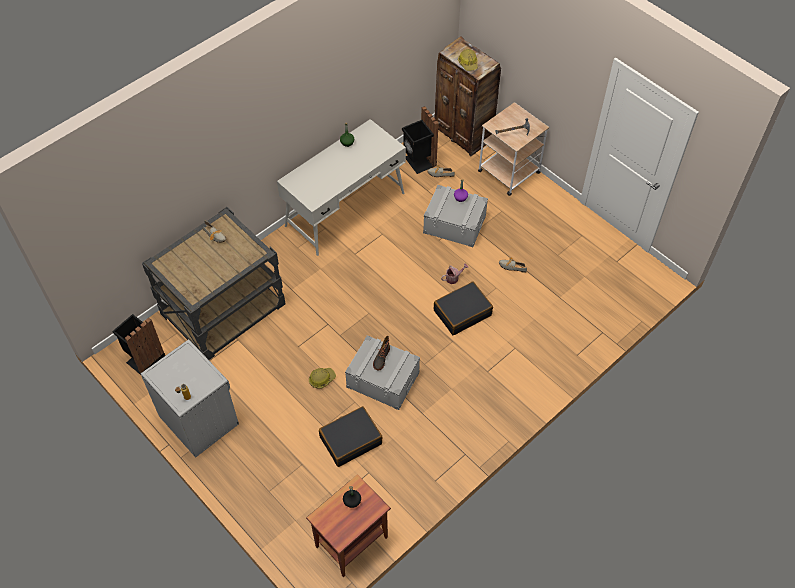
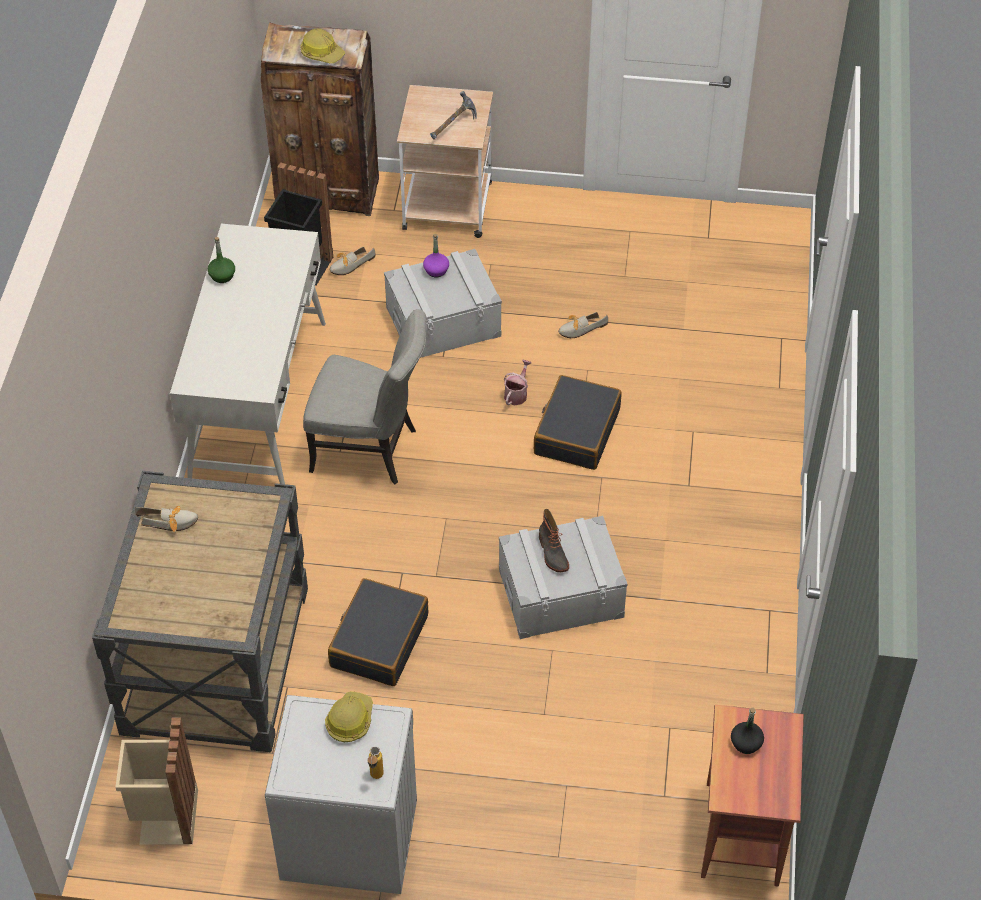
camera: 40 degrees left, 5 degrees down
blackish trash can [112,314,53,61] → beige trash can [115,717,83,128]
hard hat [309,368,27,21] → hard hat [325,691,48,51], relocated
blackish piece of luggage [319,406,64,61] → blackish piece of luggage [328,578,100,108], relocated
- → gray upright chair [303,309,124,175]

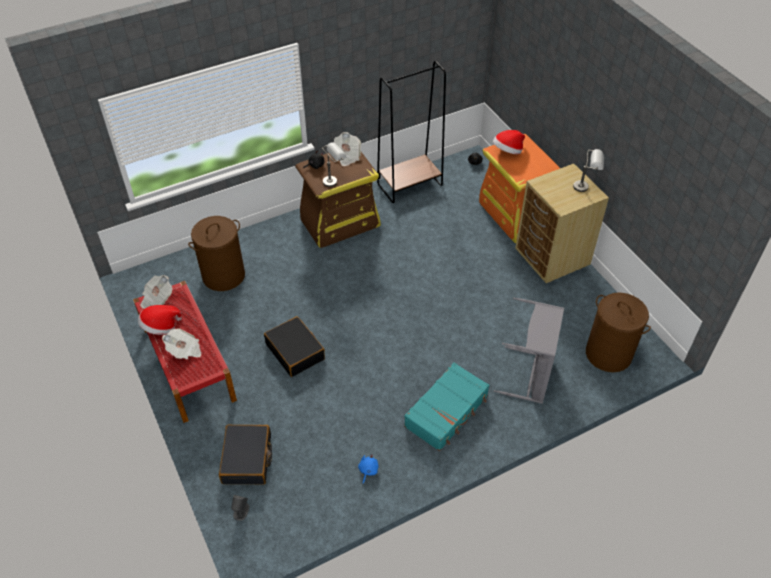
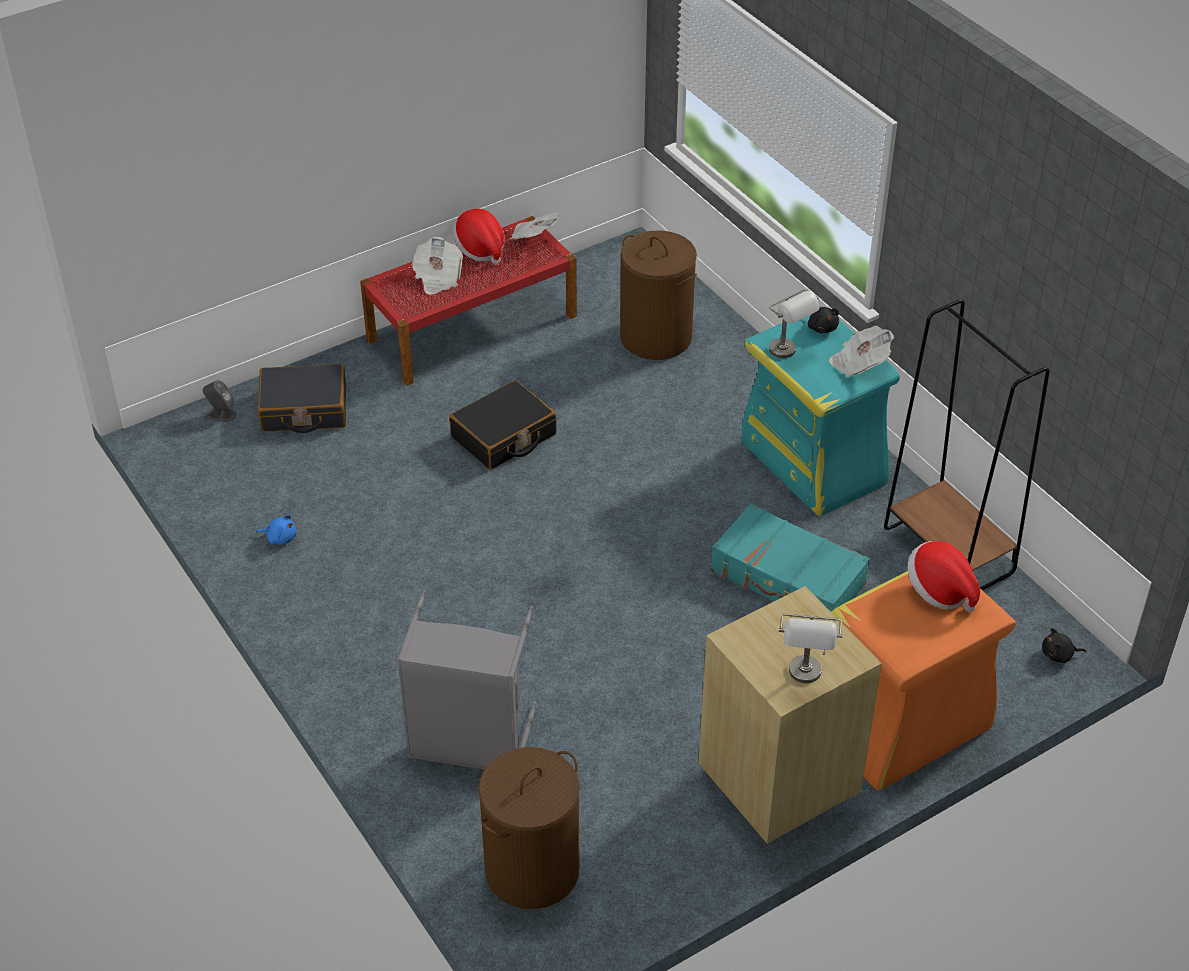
camera: 85 degrees right, 5 degrees down
brownish night table [295,152,86,96] → blue-green night table [742,306,158,210]
blue-green piece of luggage [404,362,85,89] → blue-green piece of luggage [711,503,159,109], relocated

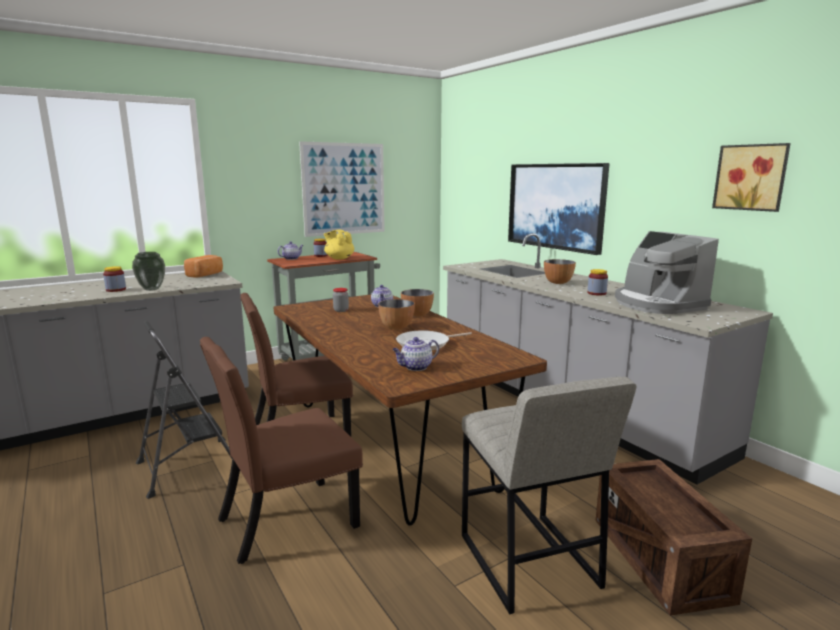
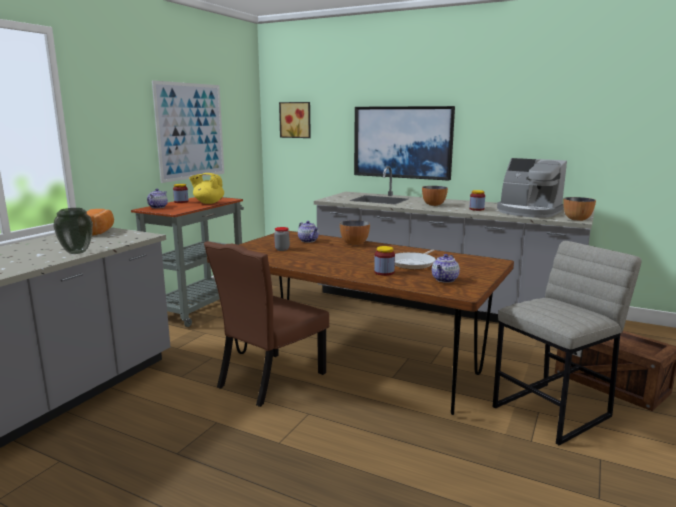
camera: 30 degrees left, 0 degrees up
wall art [712,143,79,69] → wall art [279,102,32,36], relocated
preserve jar [103,266,23,26] → preserve jar [374,246,21,30], relocated
deep dish [378,299,37,31] → deep dish [563,197,33,24], relocated
blackish stepladder [136,321,96,178] → -
brownish upright chair [200,337,163,227] → -
gray upright chair [462,377,175,237] → gray upright chair [493,241,148,204], 75 degrees counterclockwise

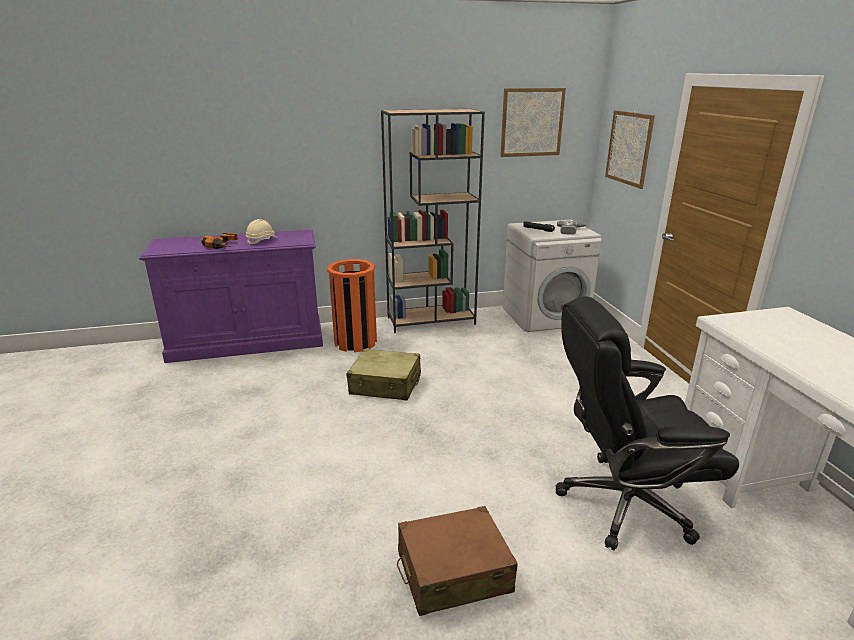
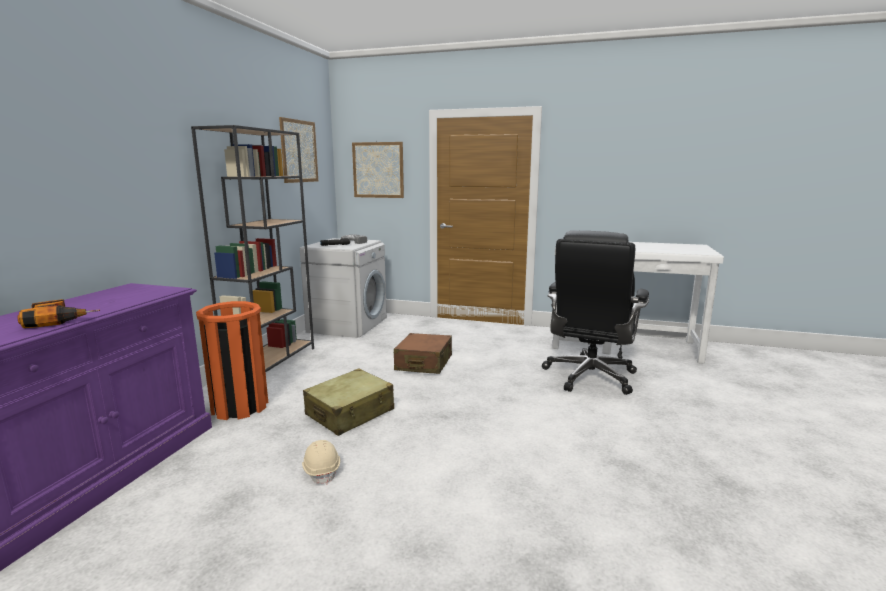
camera: 60 degrees left, 10 degrees down
beige hard hat [245,219,33,26] → beige hard hat [302,440,38,45], relocated
brownish piece of luggage [397,506,121,110] → brownish piece of luggage [394,333,58,41], relocated

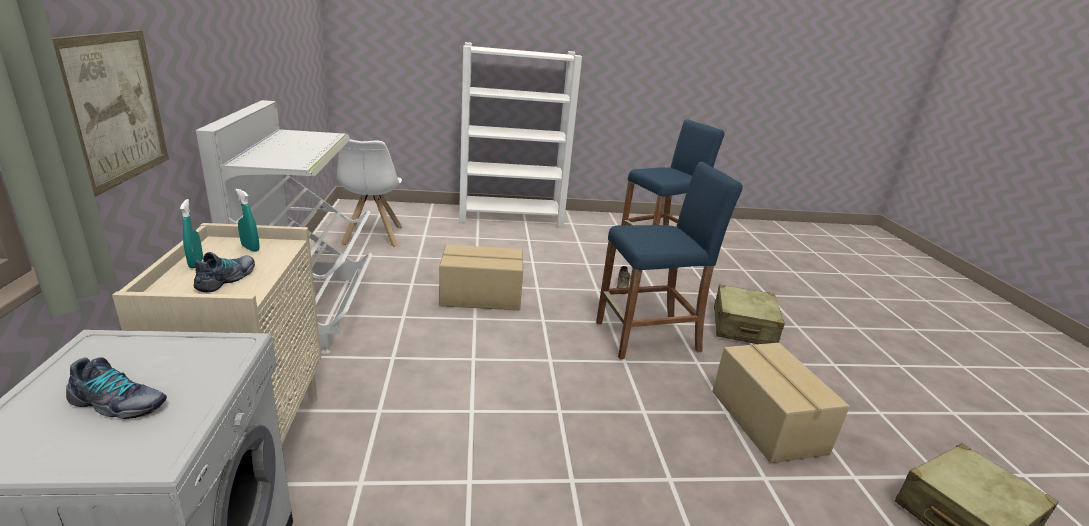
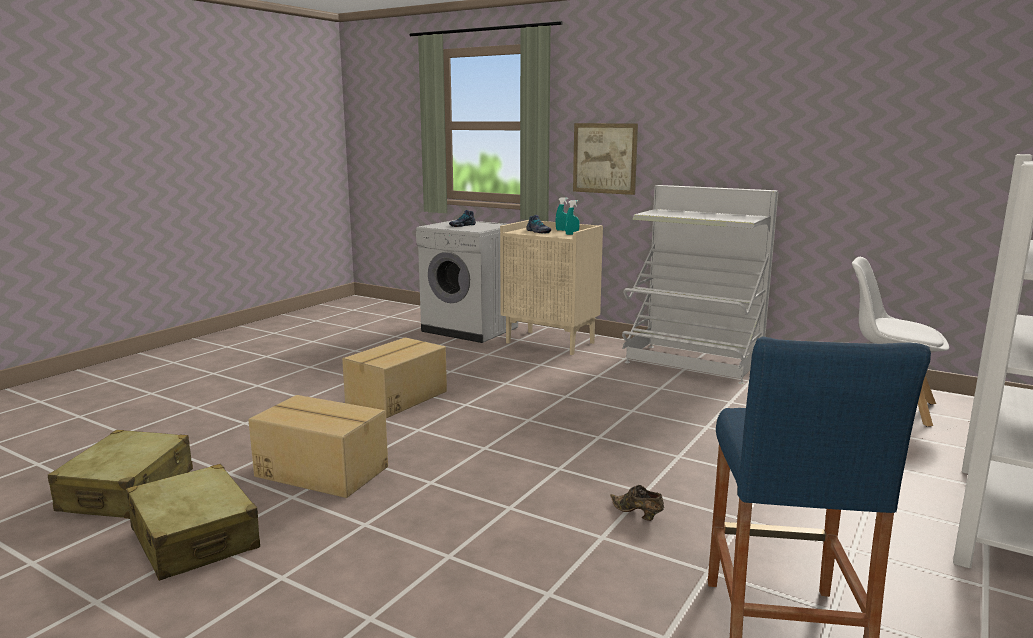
camera: 130 degrees right, 10 degrees down
blue-coloured stool [596,162,147,198] → -
packing box [439,244,84,66] → packing box [342,337,105,81], relocated
beige piece of luggage [714,285,71,59] → beige piece of luggage [126,464,134,117], relocated

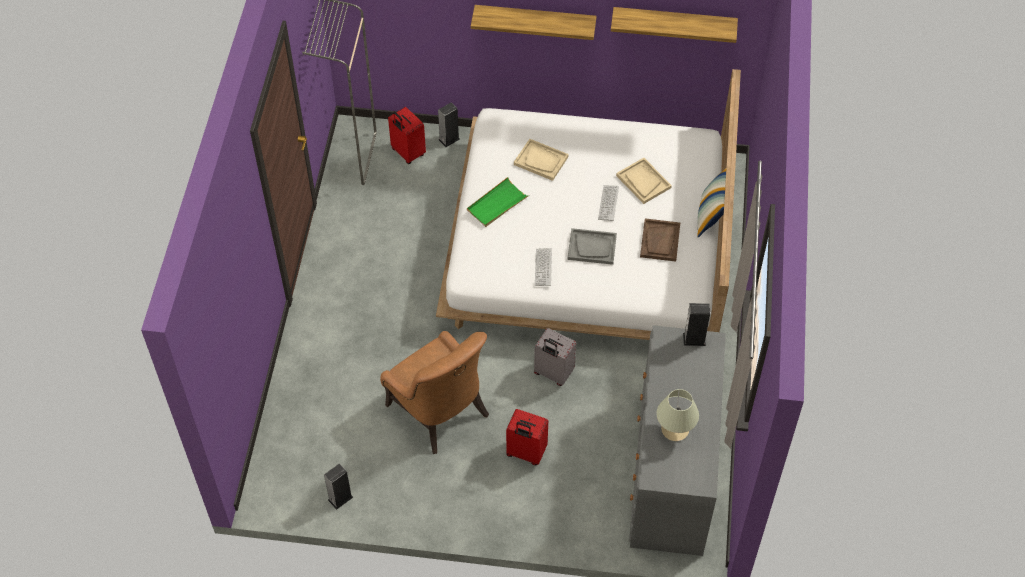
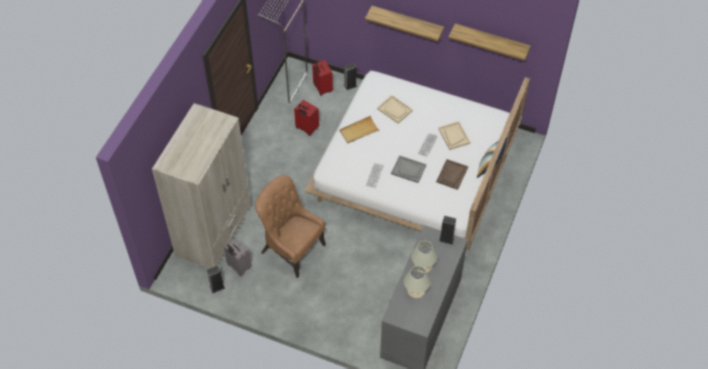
camera: 15 degrees right, 0 degrees up
greenish carrying tray [467,177,61,50] → beige carrying tray [339,116,40,27]
gray piece of luggage [534,328,42,58] → gray piece of luggage [224,238,28,38], relocated
brownish upright chair [380,331,109,123] → brownish upright chair [255,175,71,103], 150 degrees clockwise
red-coloured piece of luggage [506,409,42,56] → red-coloured piece of luggage [294,100,25,36], relocated
- → beige wardrobe [152,103,99,165]
- → beige lamp for a table [411,241,26,32]

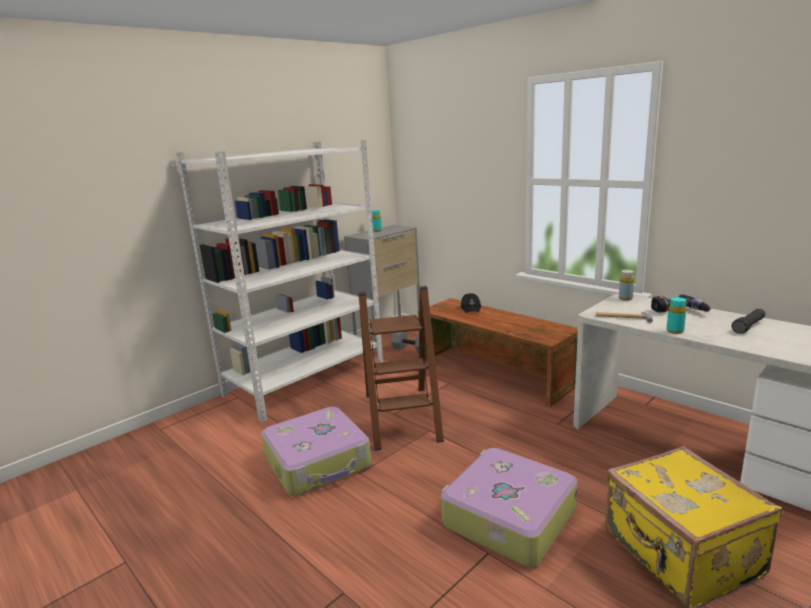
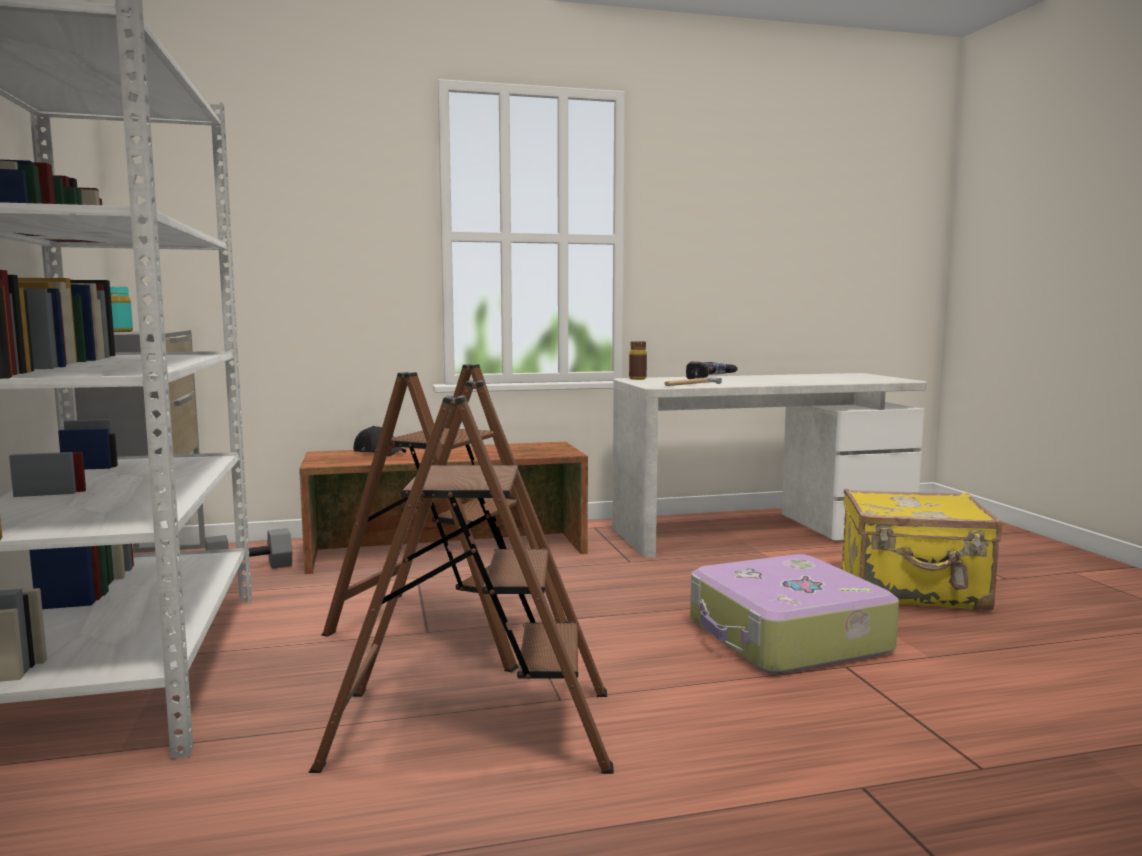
camera: 60 degrees left, 10 degrees down
yellow beverage bottle [619,270,15,30] → brownish beverage bottle [629,341,18,39]
blue-green beverage bottle [667,297,19,37] → -
blackish torch [732,309,34,25] → -
piece of luggage [261,407,110,89] → brownish stepladder [309,380,305,394]

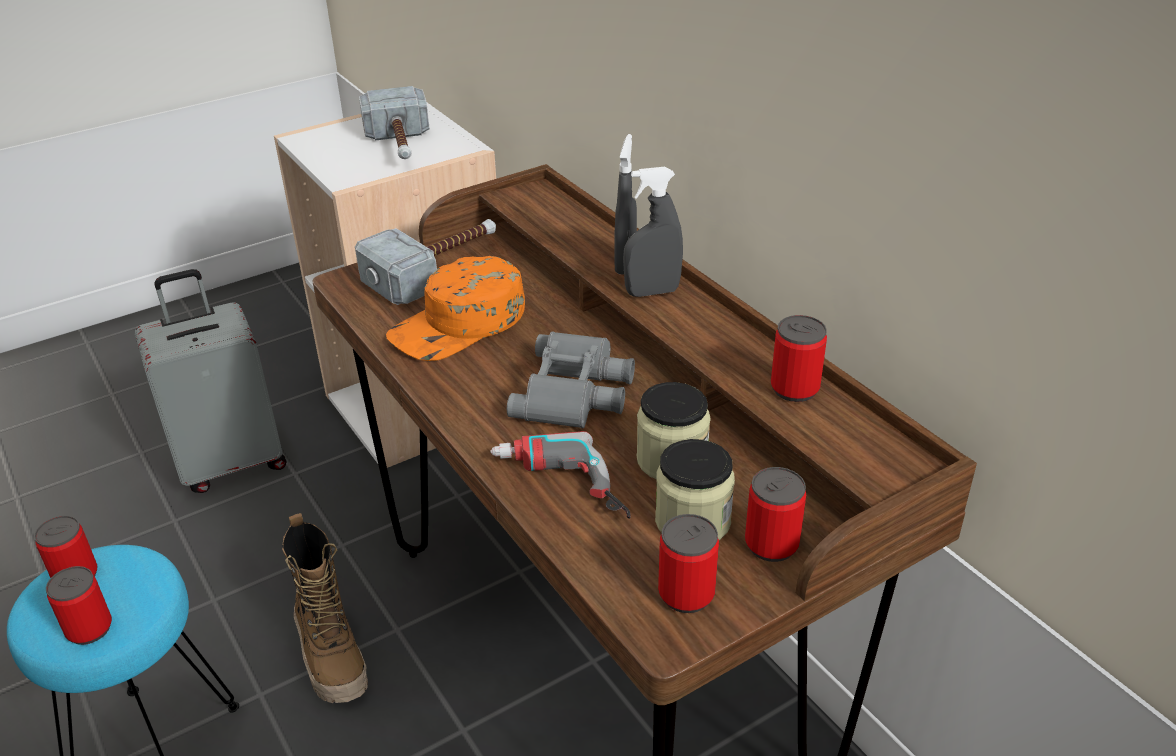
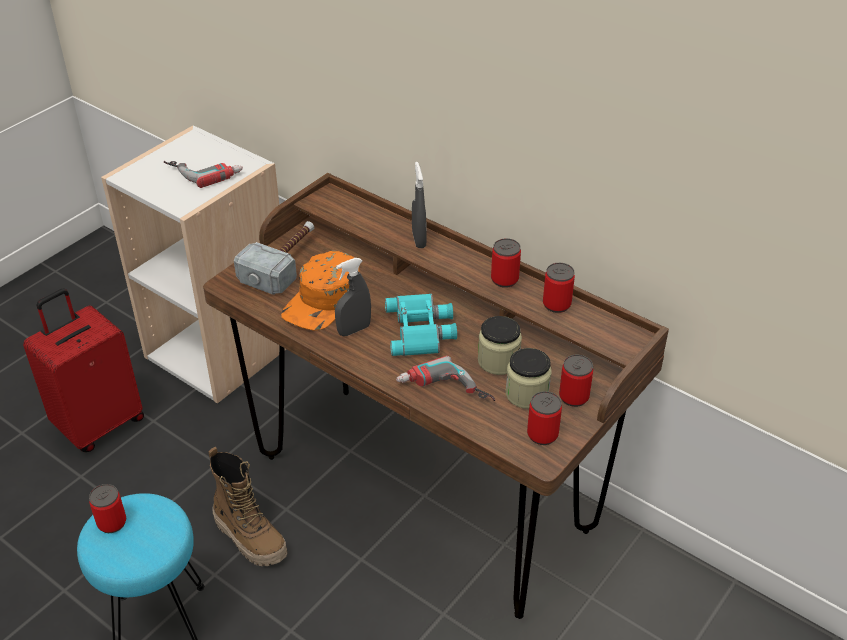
camera: 20 degrees left, 5 degrees up
tool hammer [359,86,70,73] → drill [164,161,79,27]
gray hand sprayer [623,167,60,130] → gray hand sprayer [335,258,36,78], relocated
gray piece of luggage [135,269,151,224] → red-coloured piece of luggage [23,288,121,164]
gray field glasses [507,331,128,97] → blue-green field glasses [385,293,72,63]
metal can [46,566,66,79] → metal can [491,238,30,50], relocated

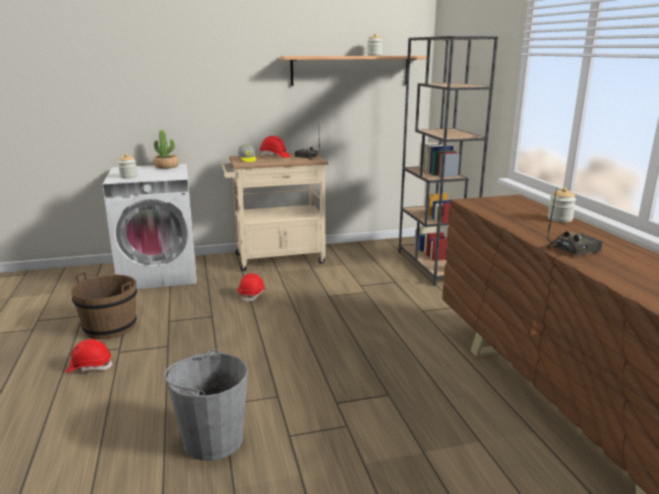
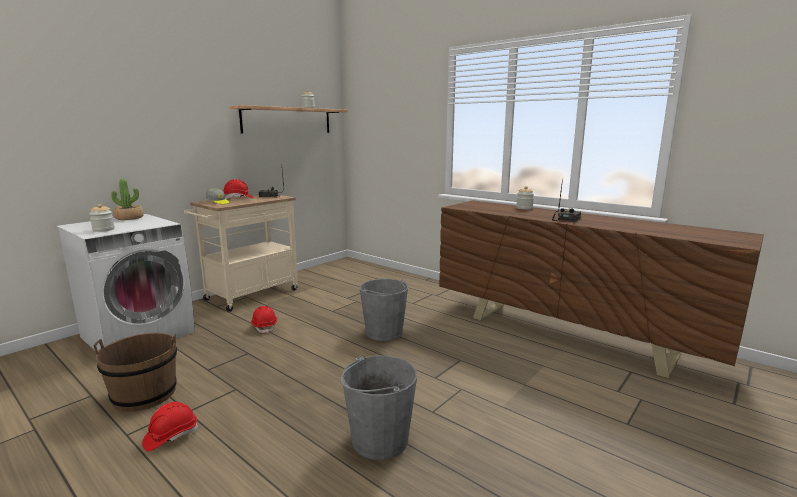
camera: 35 degrees left, 5 degrees down
bookcase [399,36,99,250] → -
- → gray bucket [360,279,48,62]

